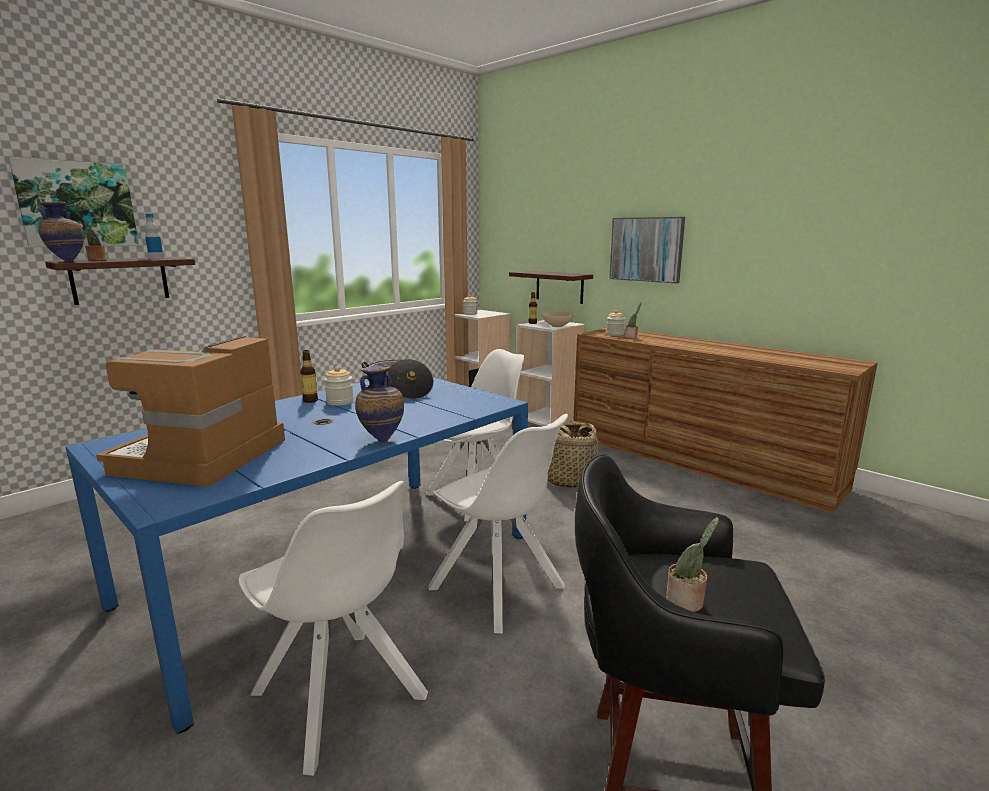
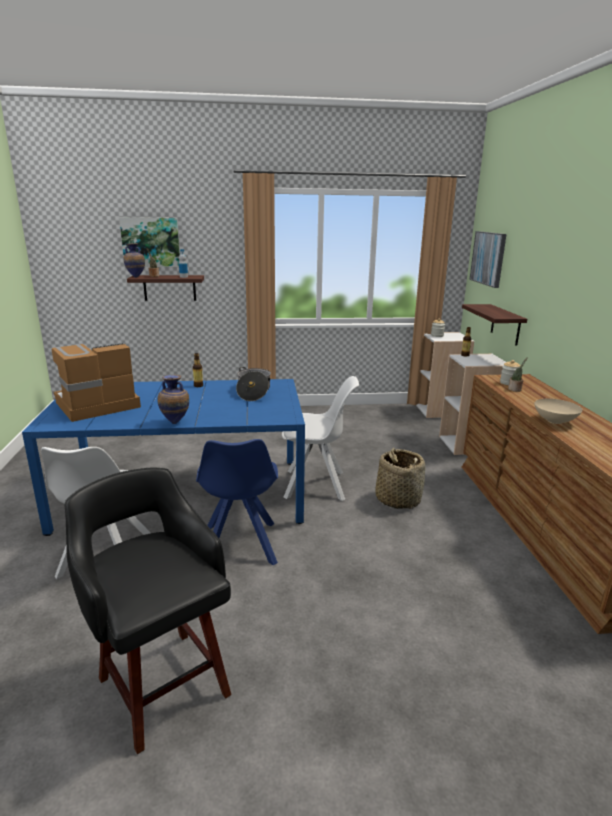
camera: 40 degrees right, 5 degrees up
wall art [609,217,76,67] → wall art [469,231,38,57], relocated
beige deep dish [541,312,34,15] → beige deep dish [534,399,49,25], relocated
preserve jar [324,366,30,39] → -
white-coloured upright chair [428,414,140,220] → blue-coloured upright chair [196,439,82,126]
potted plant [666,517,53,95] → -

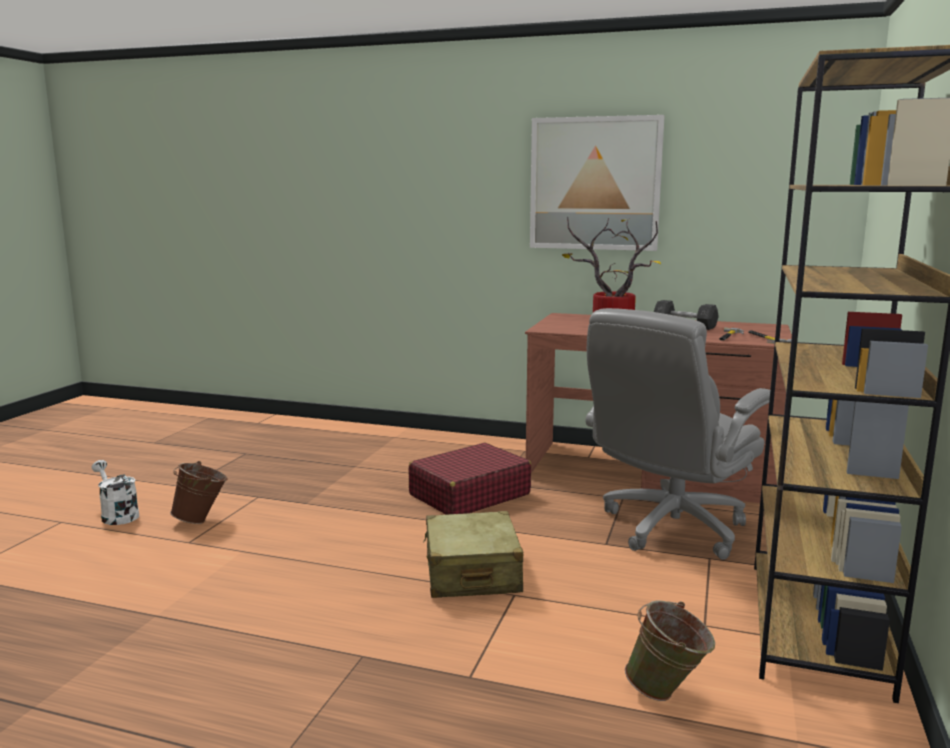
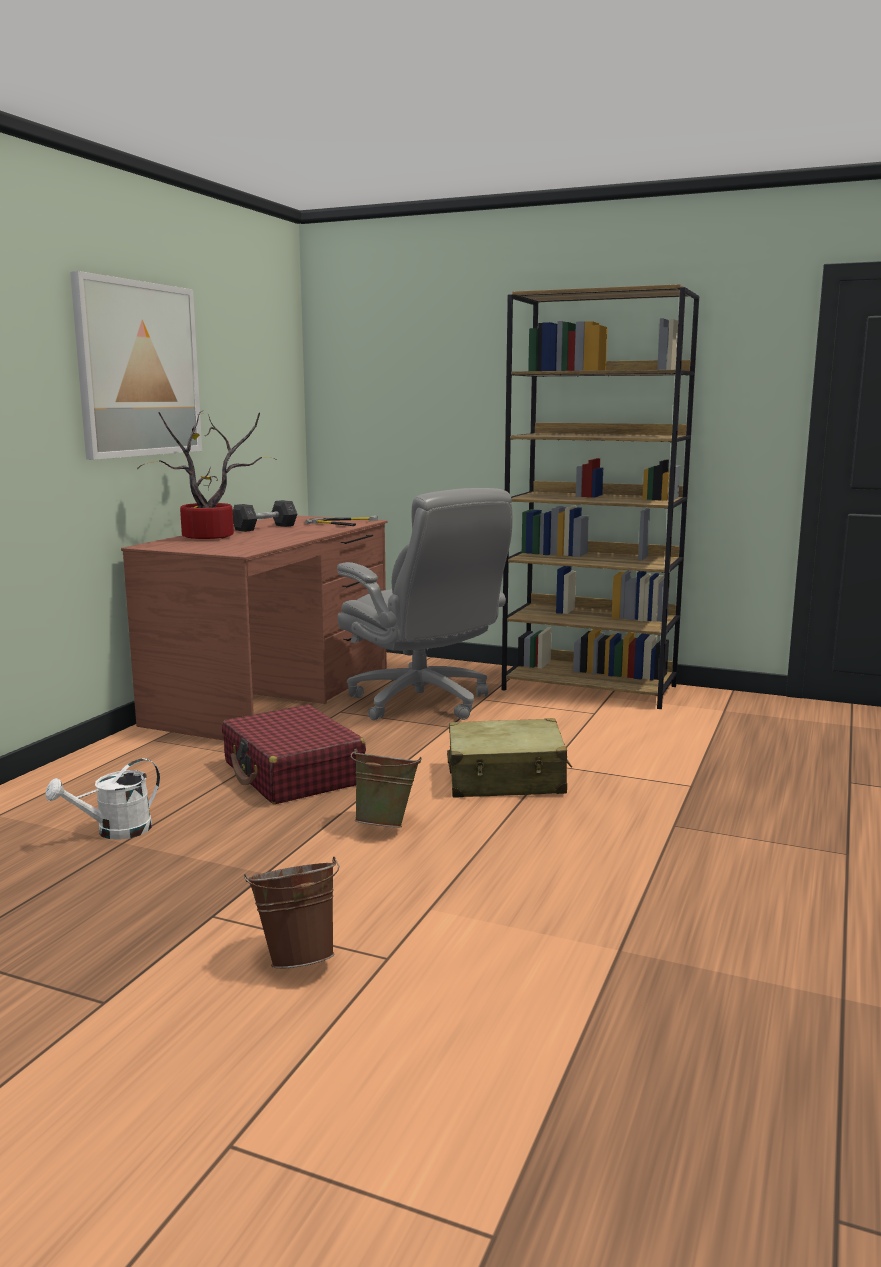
camera: 85 degrees left, 0 degrees up
white-coloured watering can [91,460,48,65] → white-coloured watering can [46,758,114,82], relocated
greenish bucket [625,600,90,101] → greenish bucket [351,749,71,78], relocated

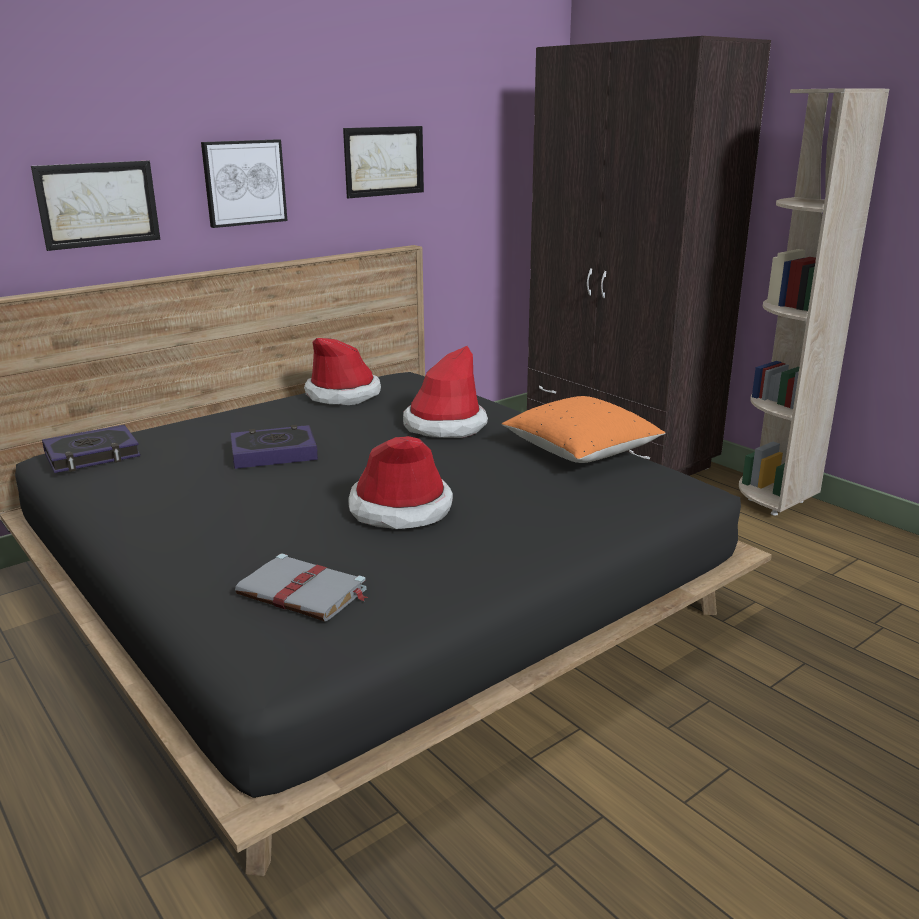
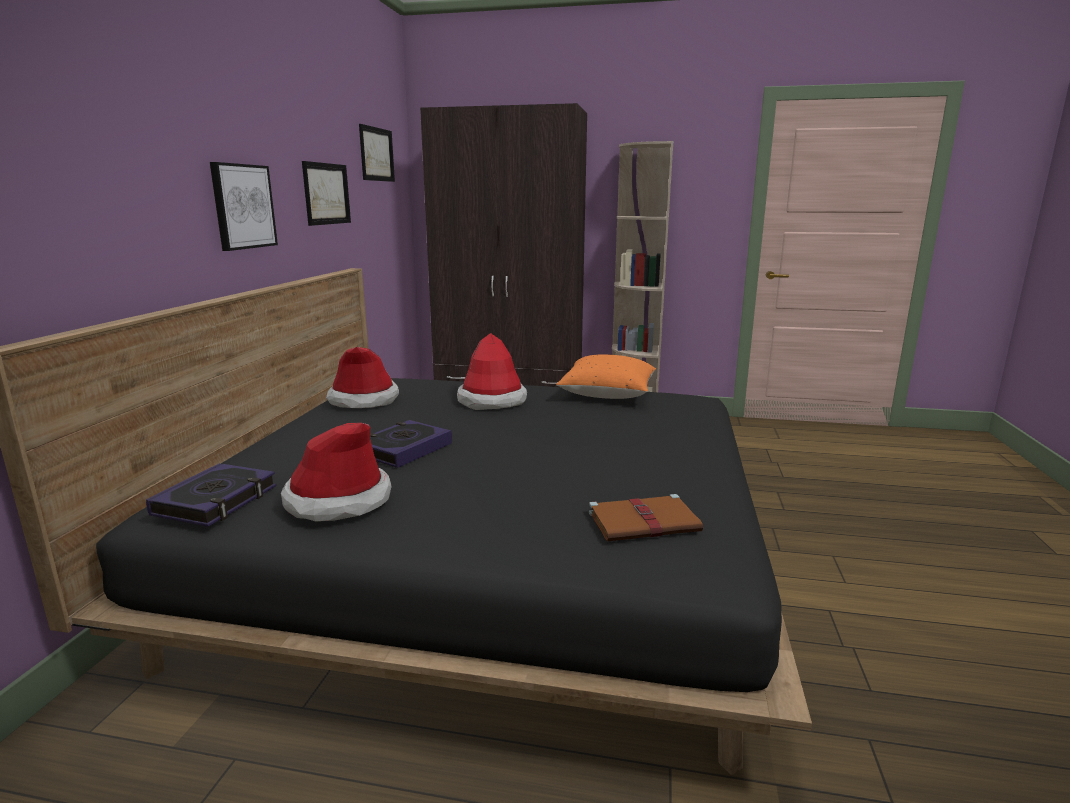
camera: 40 degrees left, 5 degrees down
wall art [31,161,129,90] → wall art [359,124,36,58], relocated
wearable hat [348,436,105,93] → wearable hat [281,422,111,100], relocated
gray book [235,553,133,69] → brownish book [589,494,114,47]

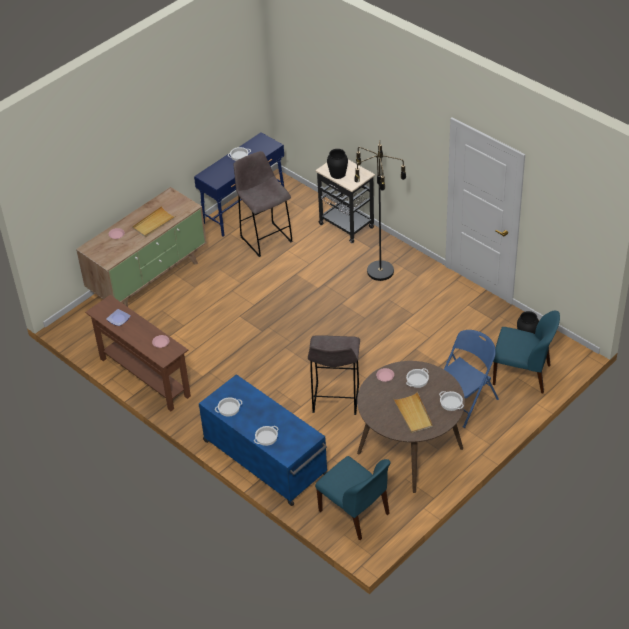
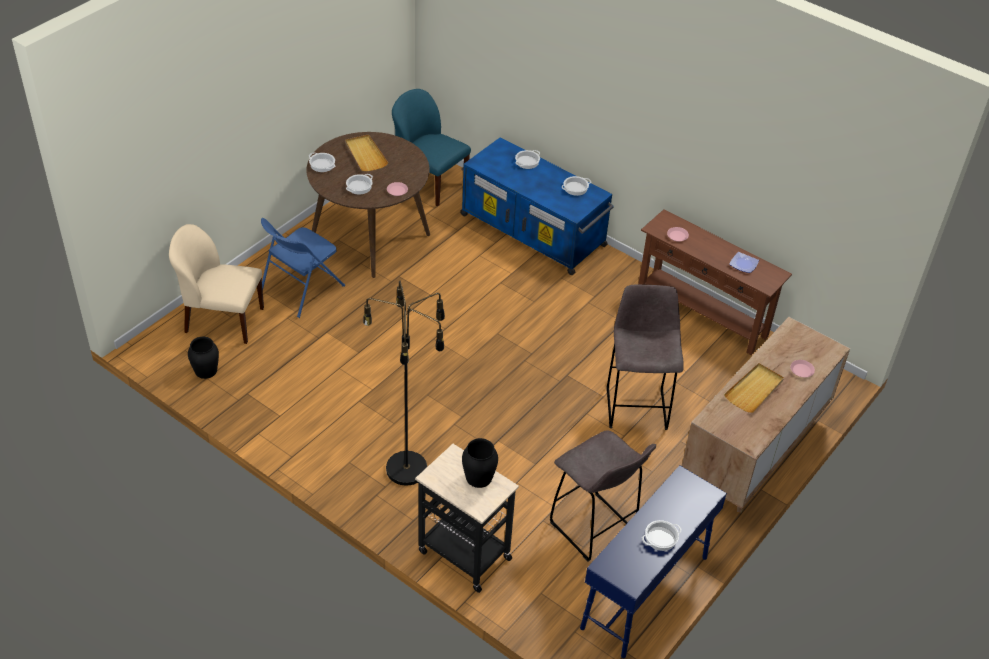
camera: 170 degrees right, 0 degrees up
blue-coloured upright chair [493,310,67,84] → beige upright chair [169,224,95,120]
gray stool [308,335,52,80] → gray stool [606,285,78,145], relocated

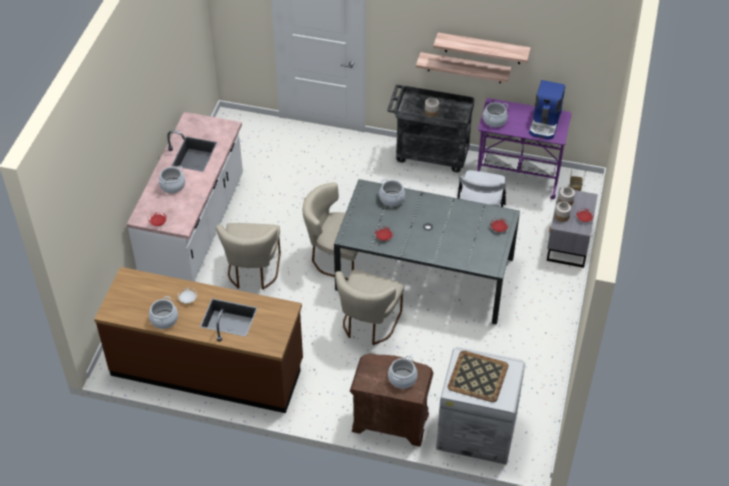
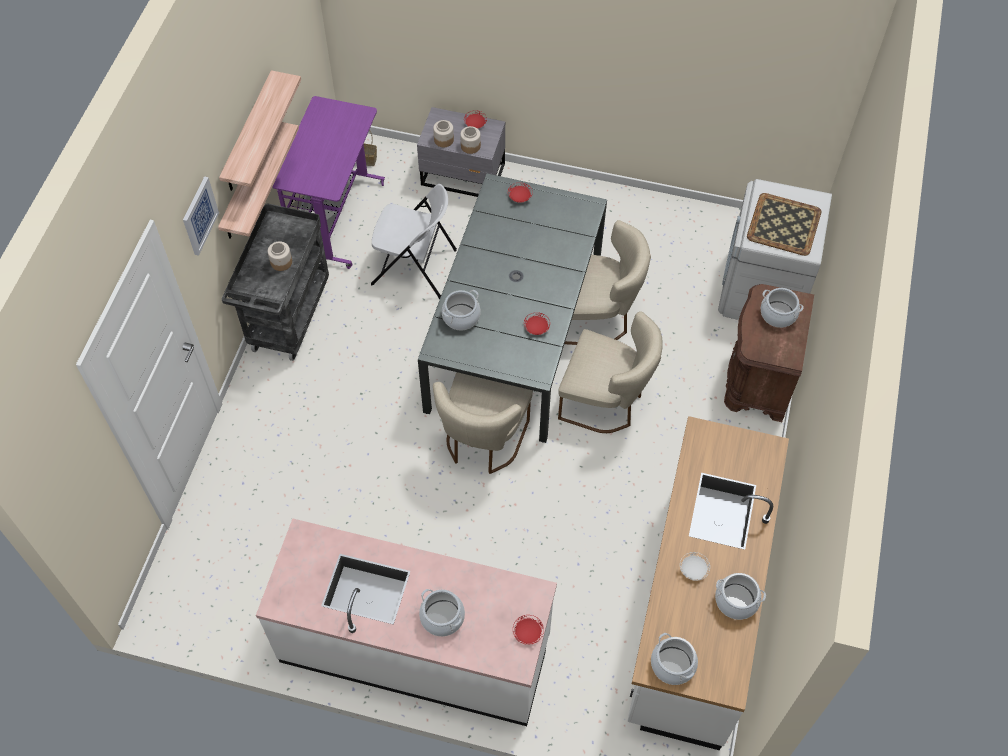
camera: 90 degrees left, 10 degrees up
coffee maker [529,80,36,60] → -
stockpot [483,102,25,26] → stockpot [651,633,47,52], relocated
beige upright chair [216,223,65,66] → beige upright chair [565,220,86,125], relocated
brownish kitchen counter [94,267,209,146] → white-coloured kitchen counter [627,416,162,334]
- → wall art [183,176,36,80]

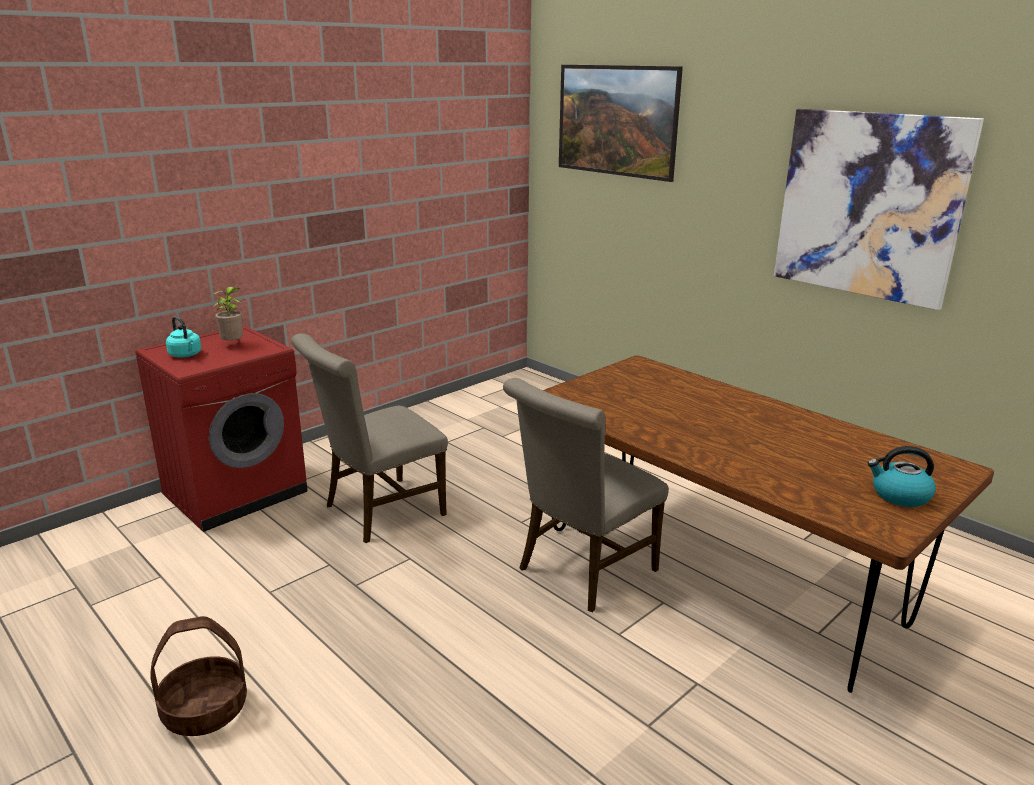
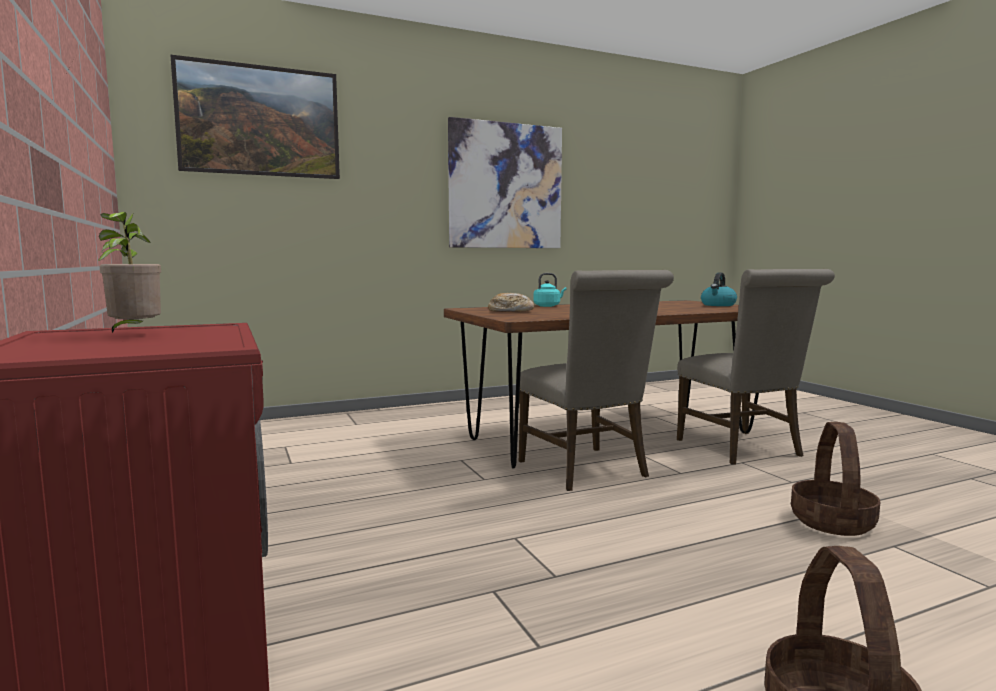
camera: 70 degrees left, 15 degrees down
blue-green kettle [166,316,35,41] → blue-green kettle [533,273,34,34], relocated
beige upright chair [291,333,157,210] → beige upright chair [677,269,158,196], relocated
- → bread [488,293,46,19]
- → household basket [791,422,89,114]

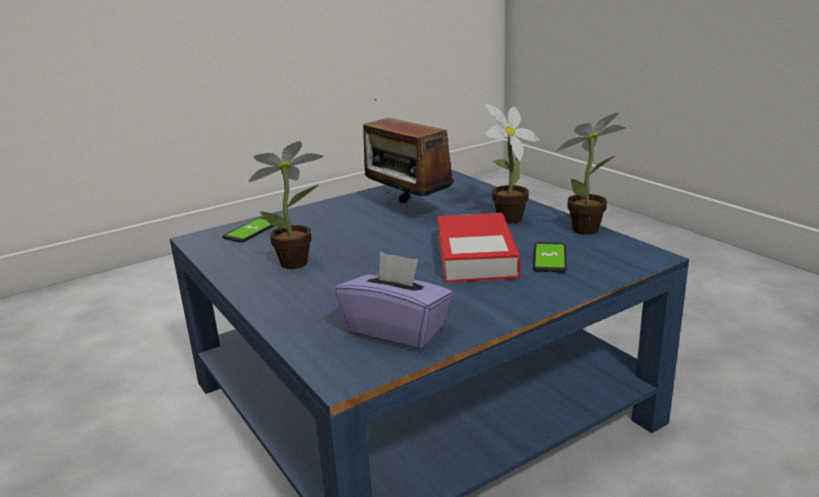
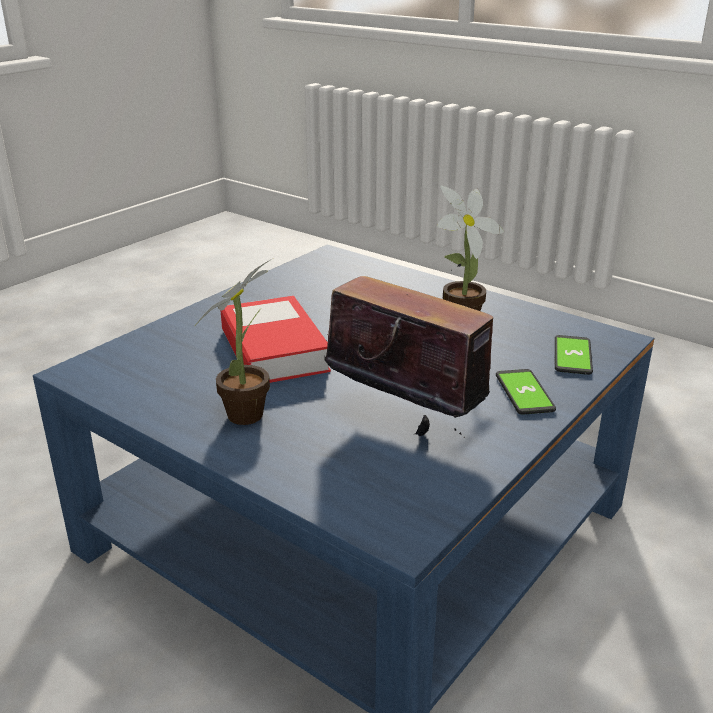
camera: 160 degrees right, 5 degrees up
potted plant [555,112,71,123] → -
telephone [533,242,34,31] → telephone [496,369,60,46], relocated
purple tissue holder [335,252,118,98] → -

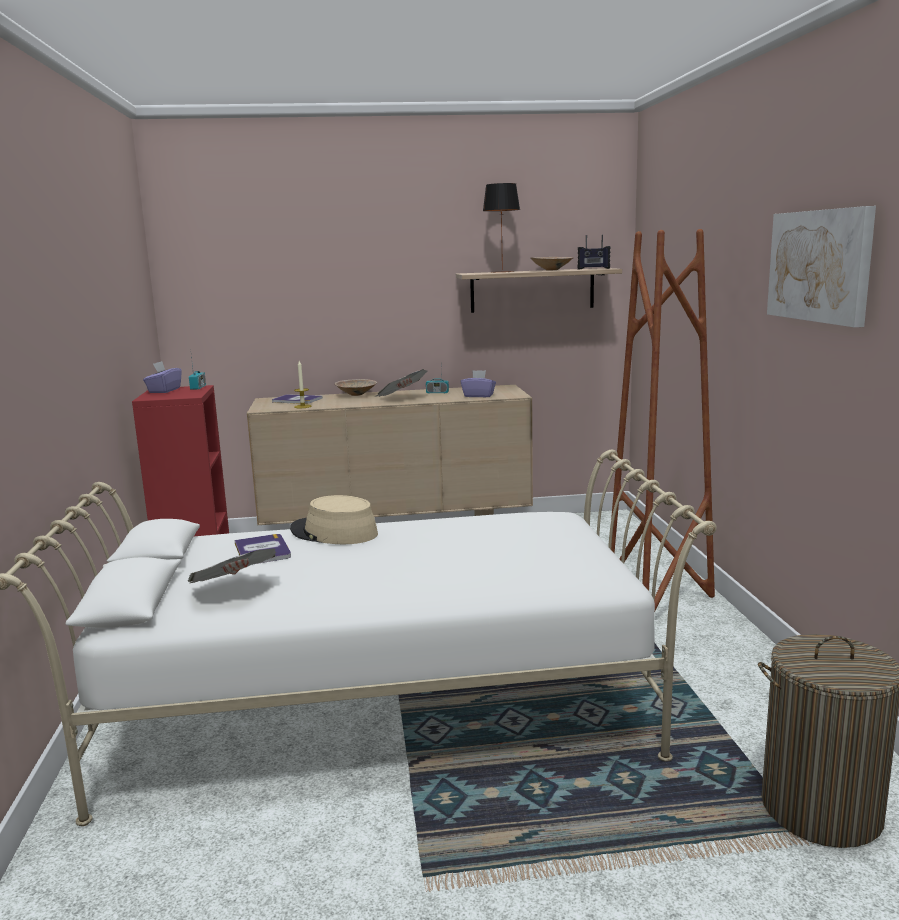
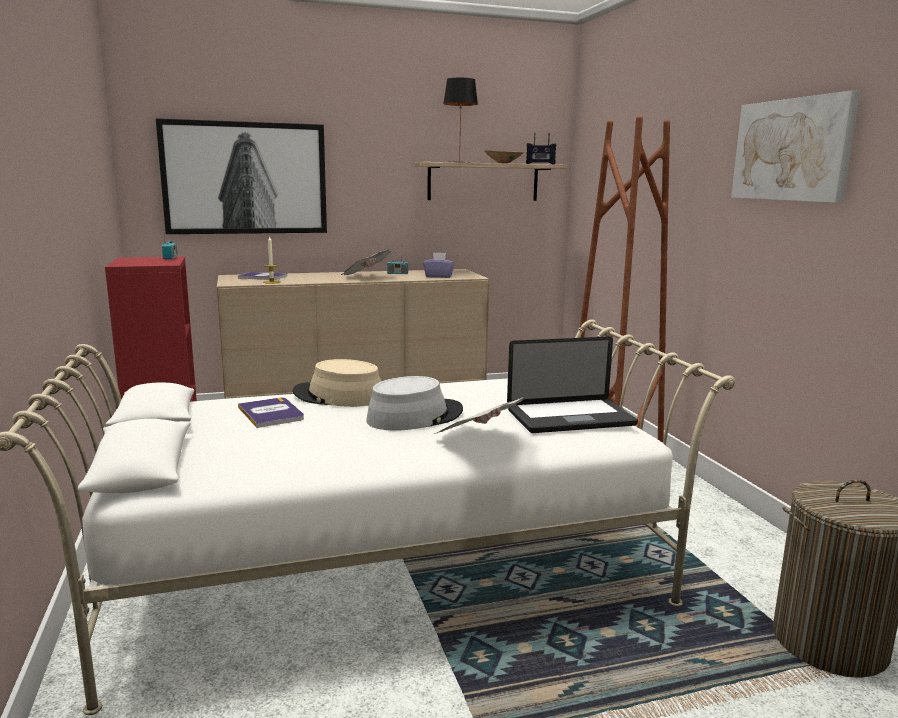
camera: 10 degrees left, 0 degrees up
purple tissue holder [143,361,39,32] → -
beige deep dish [335,379,42,17] → -
printed paper [188,548,88,35] → printed paper [434,397,94,37], relocated
- → wall art [156,118,171,116]
- → portable computer [507,337,131,96]
- → gray wearable hat [366,376,97,55]

